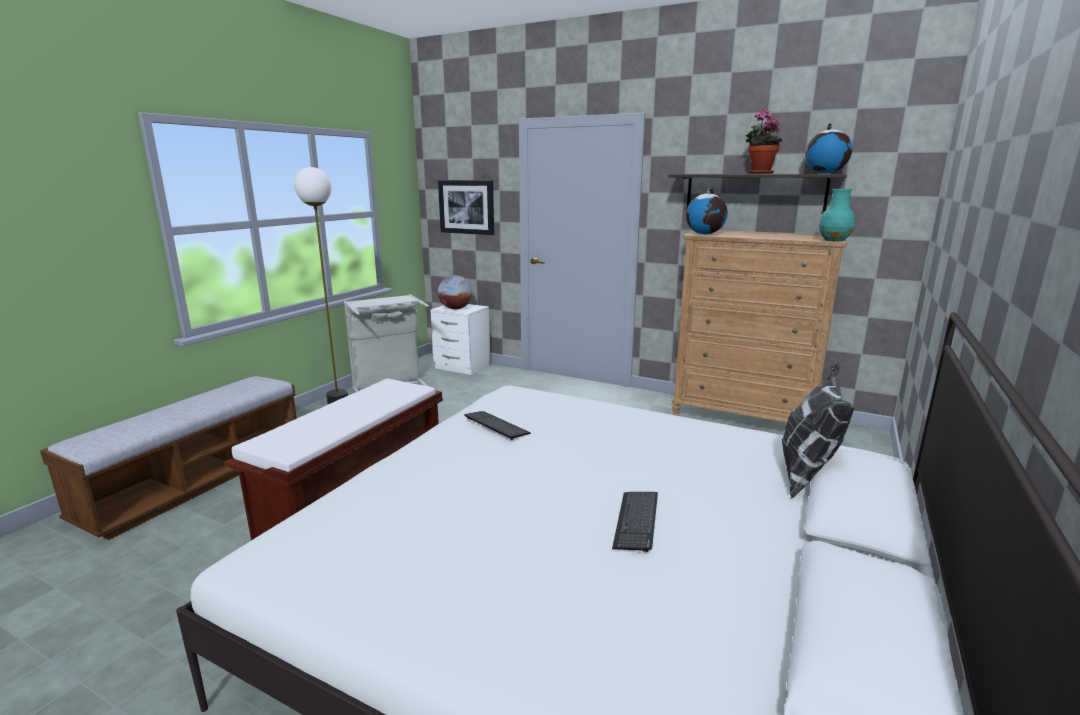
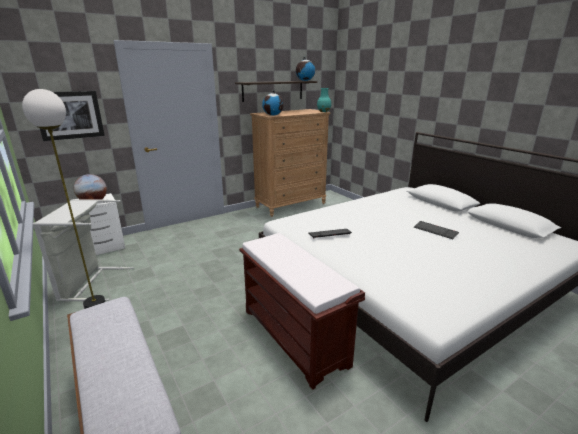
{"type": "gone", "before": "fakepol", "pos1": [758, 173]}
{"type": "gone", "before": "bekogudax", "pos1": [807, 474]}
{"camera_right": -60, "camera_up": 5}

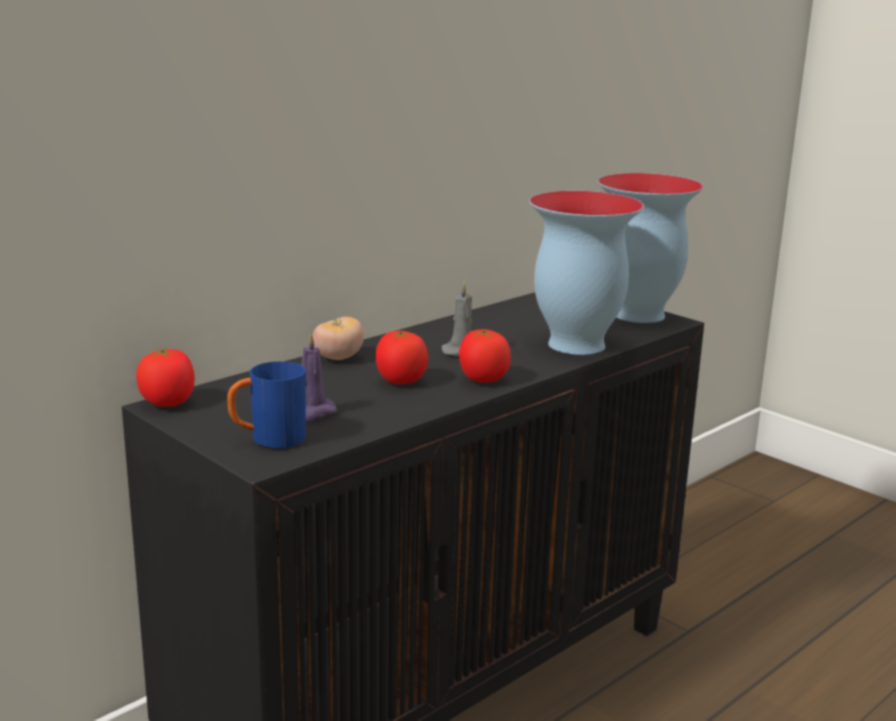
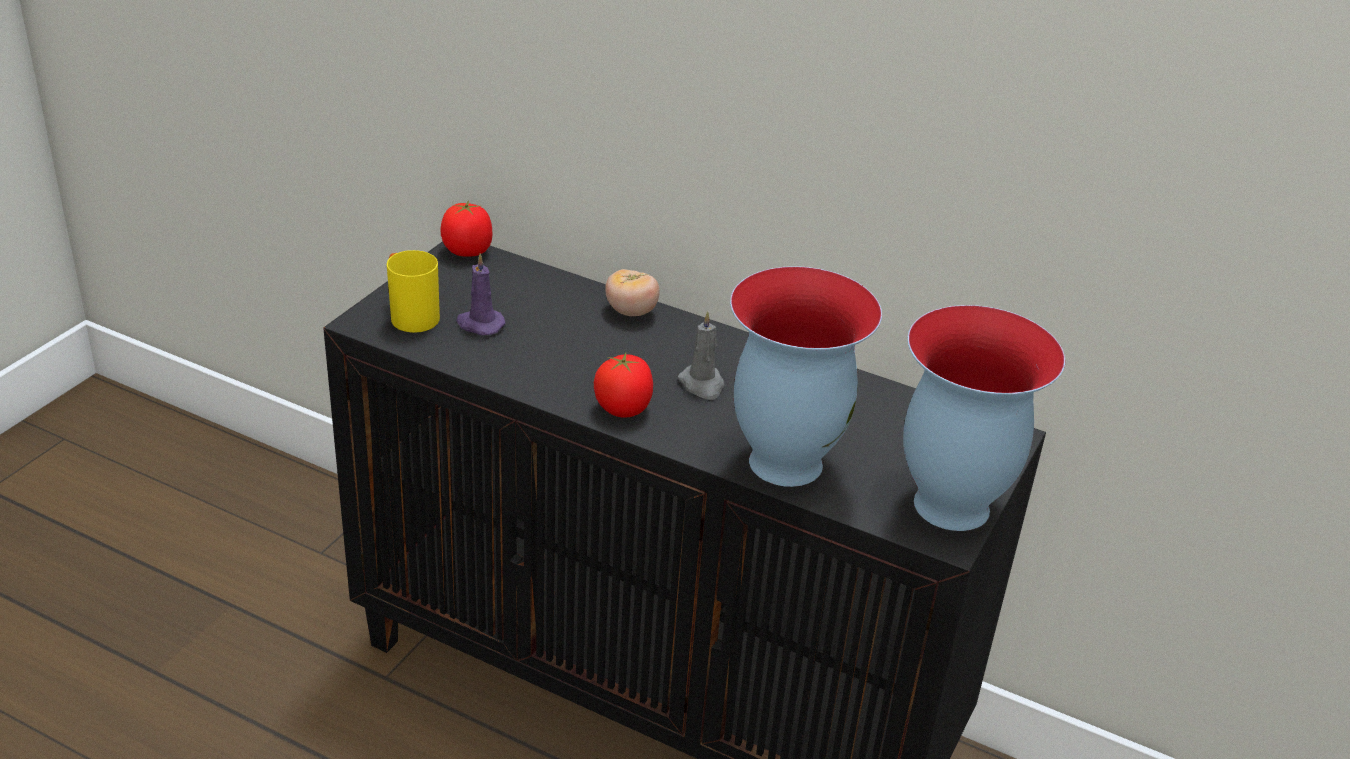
{"type": "gone", "before": "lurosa", "pos1": [400, 381]}
{"type": "repainted", "before": "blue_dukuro", "after": "yellow_dukuro", "pos1": [268, 440], "pos2": [409, 315]}
{"camera_right": 70, "camera_up": 15}

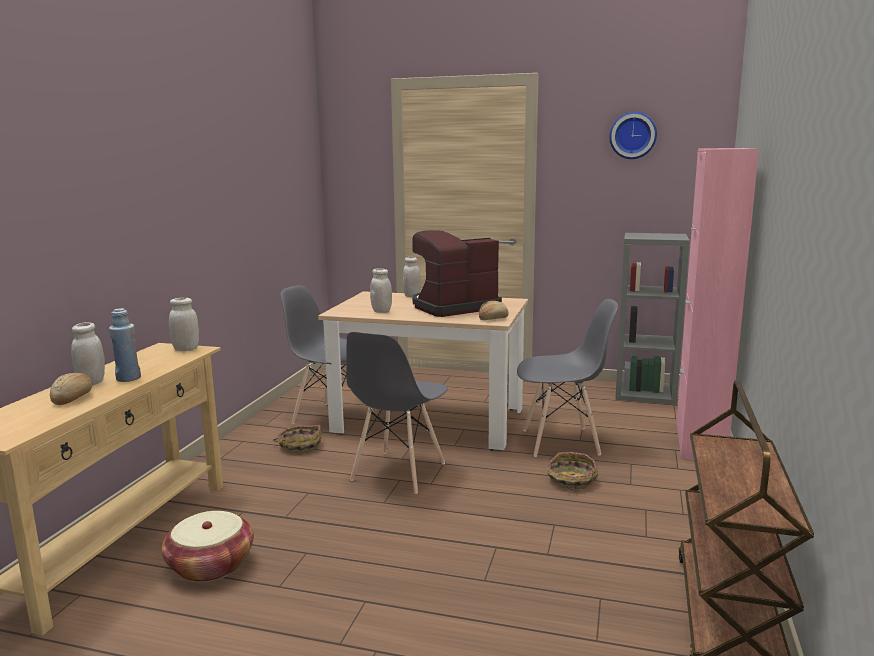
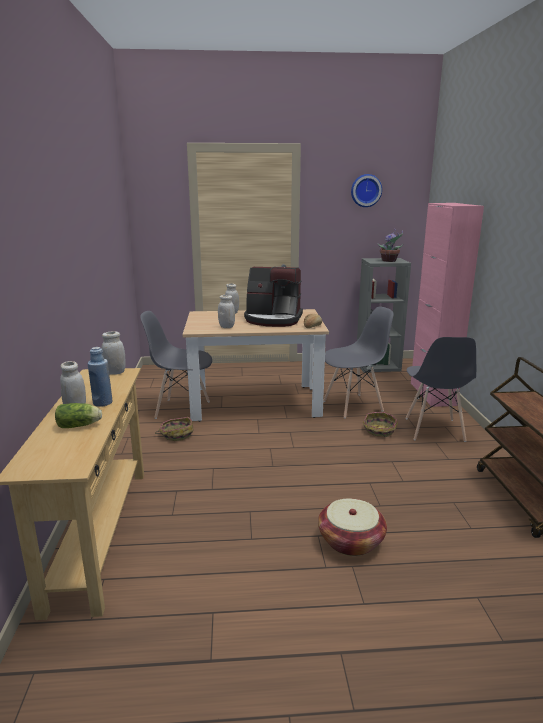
{"type": "new", "after": "fakepol", "pos2": [390, 261]}
{"type": "shifted", "before": "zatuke", "pos1": [210, 565], "pos2": [351, 541]}
{"type": "shifted", "before": "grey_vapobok", "pos1": [398, 472], "pos2": [434, 430]}
{"type": "swapped", "before": "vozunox", "after": "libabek", "pos1": [74, 398], "pos2": [80, 425]}
{"type": "rotated", "before": "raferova", "pos1": [453, 307], "pos2": [273, 319], "turn": -120}
{"camera_right": -20, "camera_up": 5}

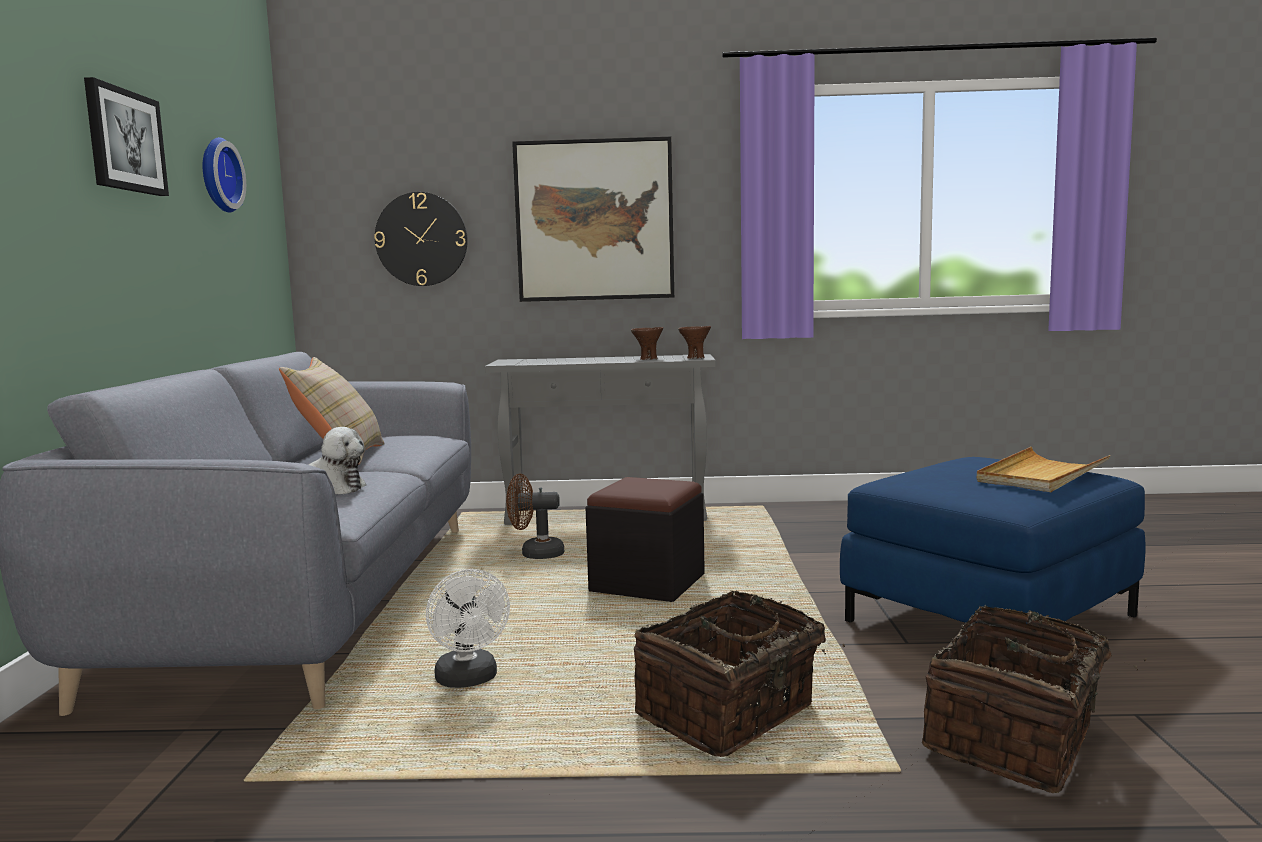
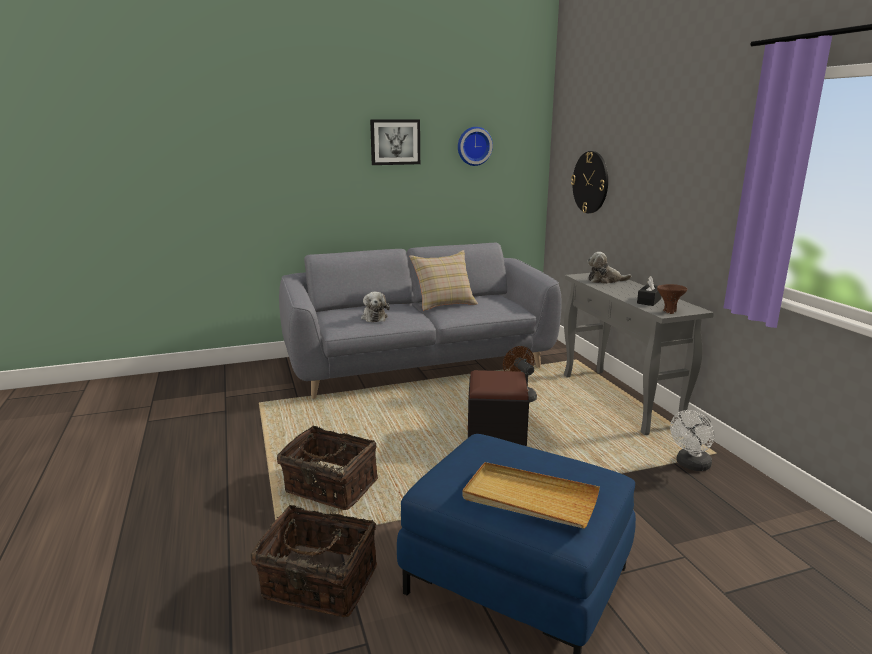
{"type": "gone", "before": "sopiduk", "pos1": [594, 220]}
{"type": "new", "after": "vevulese", "pos2": [605, 280]}
{"type": "shifted", "before": "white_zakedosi", "pos1": [469, 680], "pos2": [691, 465]}
{"type": "swapped", "before": "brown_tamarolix", "after": "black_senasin", "pos1": [648, 359], "pos2": [649, 301]}
{"camera_right": 70, "camera_up": 10}

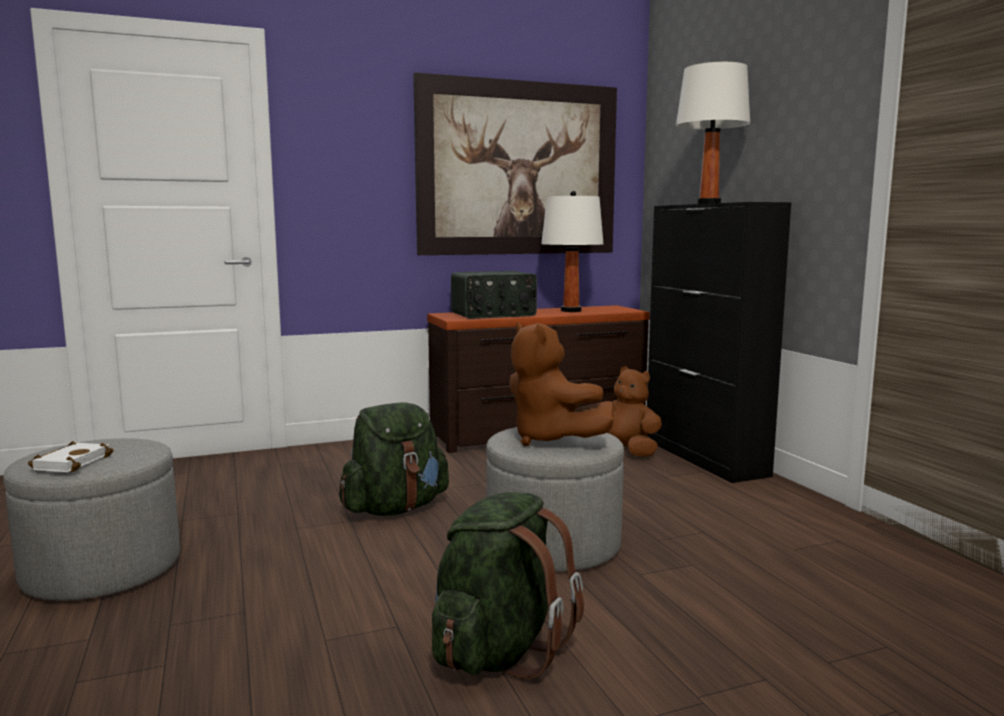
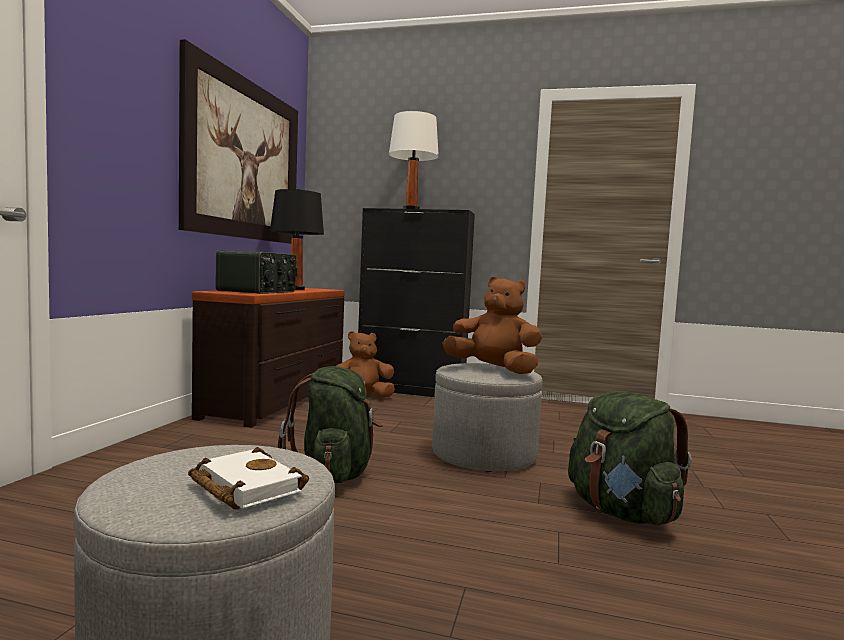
{"type": "repainted", "before": "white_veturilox", "after": "black_veturilox", "pos1": [571, 311], "pos2": [295, 289]}
{"type": "rotated", "before": "brown_vevulese", "pos1": [550, 439], "pos2": [493, 370], "turn": -150}
{"camera_right": -55, "camera_up": -5}

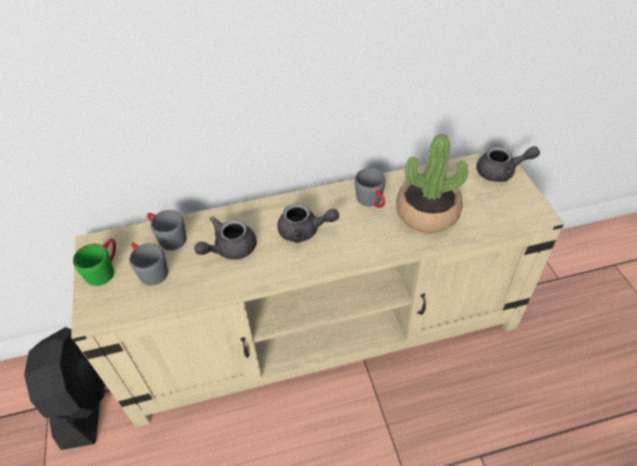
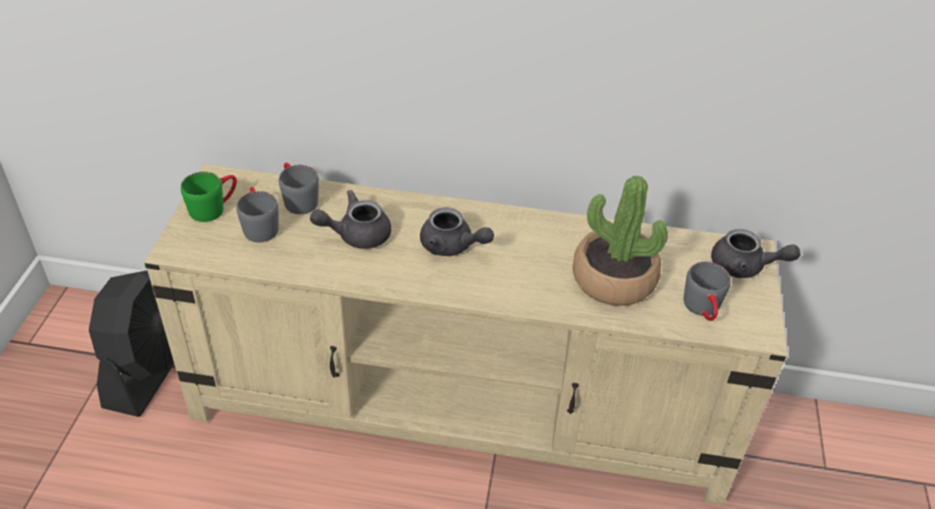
{"type": "shifted", "before": "grey_dukuro", "pos1": [372, 201], "pos2": [703, 310]}
{"camera_right": 20, "camera_up": -5}

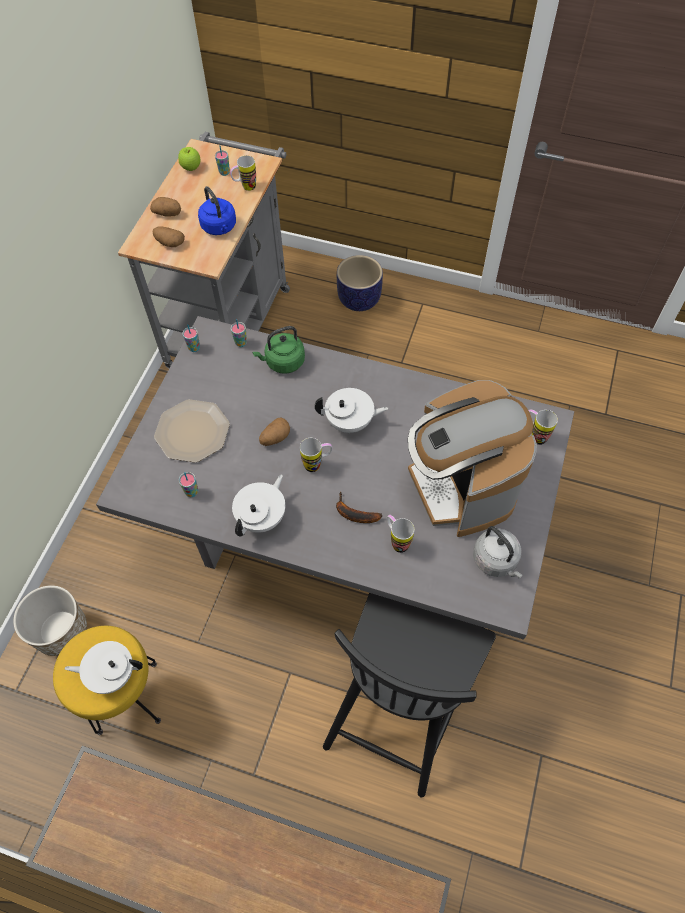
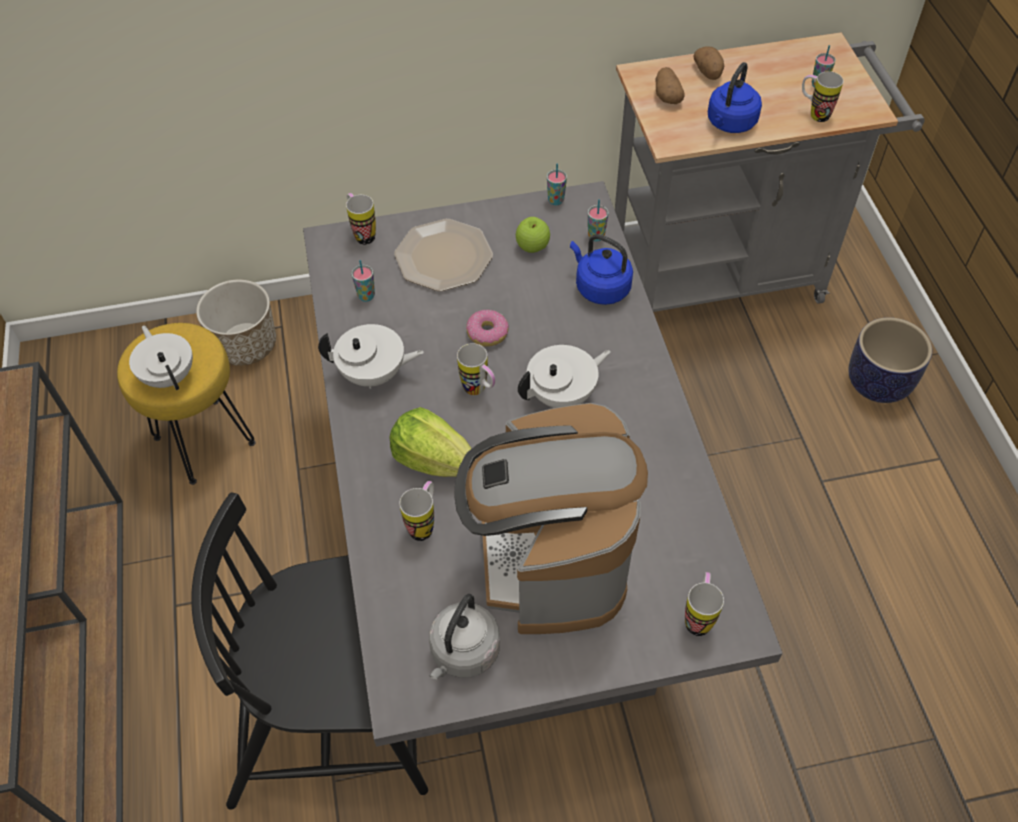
{"type": "new", "after": "dukuro", "pos2": [362, 234]}
{"type": "shifted", "before": "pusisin", "pos1": [191, 168], "pos2": [532, 247]}
{"type": "swapped", "before": "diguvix", "after": "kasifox", "pos1": [275, 438], "pos2": [488, 333]}
{"type": "swapped", "before": "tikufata", "after": "libabek", "pos1": [353, 514], "pos2": [434, 460]}
{"type": "repainted", "before": "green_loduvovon", "after": "blue_loduvovon", "pos1": [283, 362], "pos2": [600, 287]}
{"type": "rotated", "before": "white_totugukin", "pos1": [350, 422], "pos2": [562, 395], "turn": -90}
{"type": "rotated", "before": "raferova", "pos1": [460, 486], "pos2": [551, 559], "turn": -45}
{"camera_right": 60, "camera_up": -5}

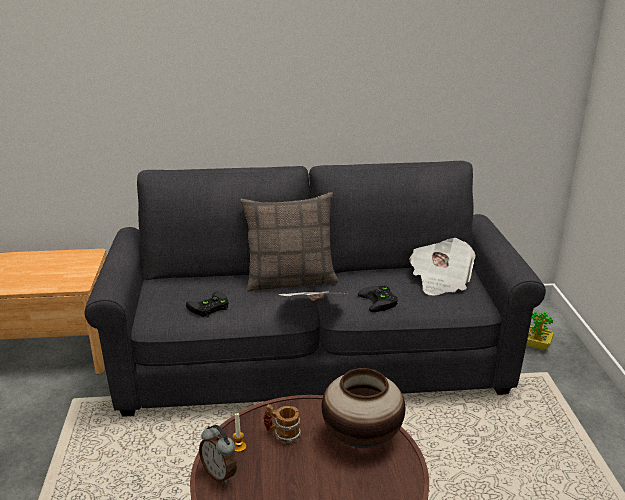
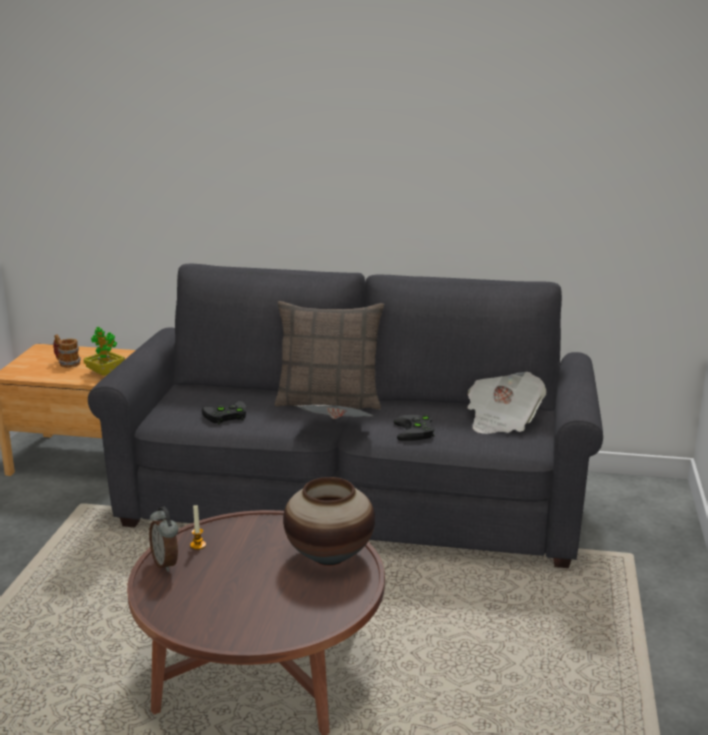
{"type": "shifted", "before": "dukuro", "pos1": [282, 435], "pos2": [66, 363]}
{"type": "shifted", "before": "fakepol", "pos1": [536, 345], "pos2": [105, 372]}
{"camera_right": 15, "camera_up": -5}

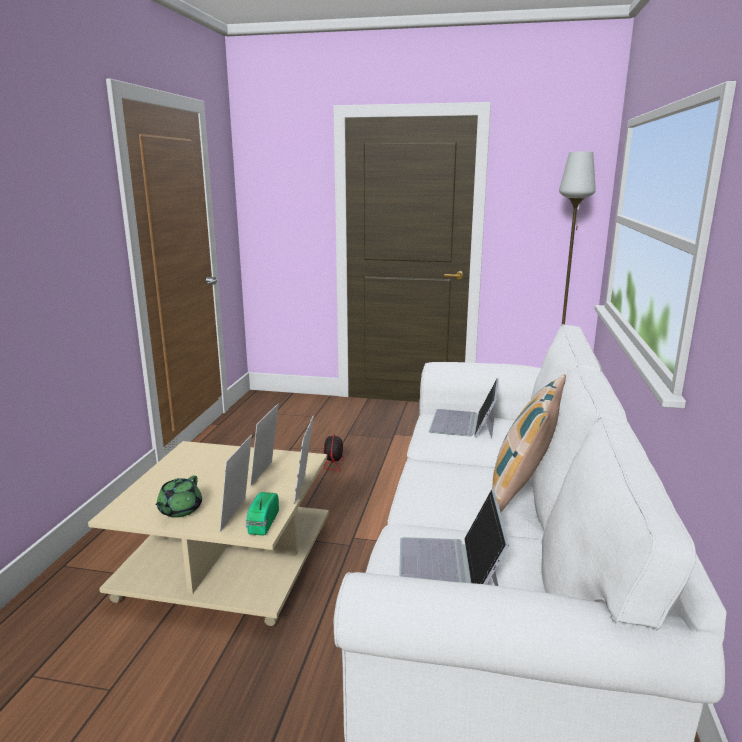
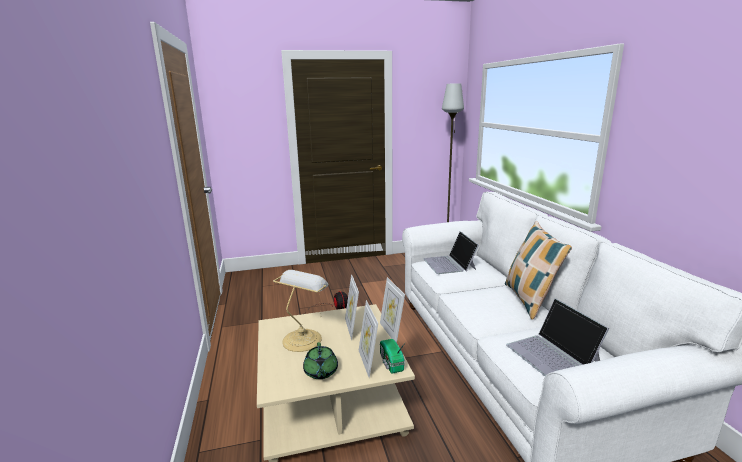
{"type": "new", "after": "veturilox", "pos2": [303, 339]}
{"camera_right": -25, "camera_up": 0}

